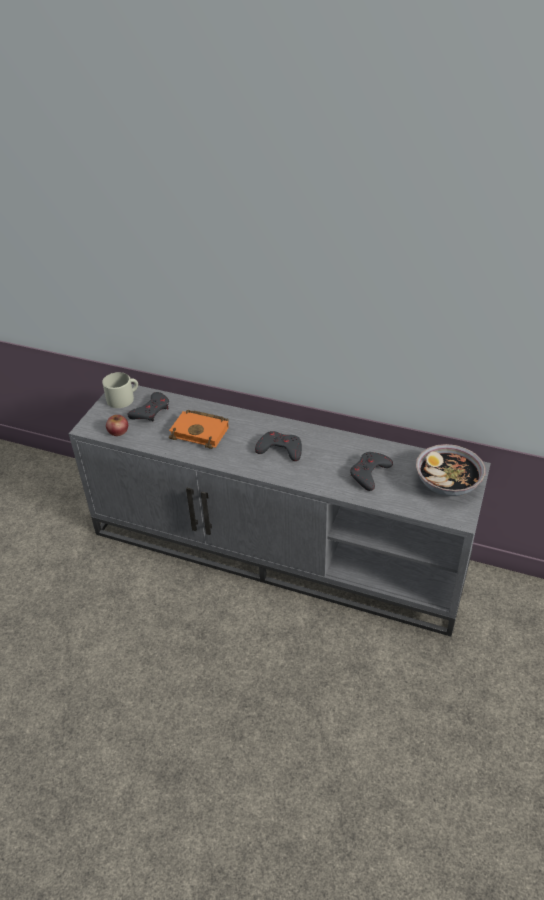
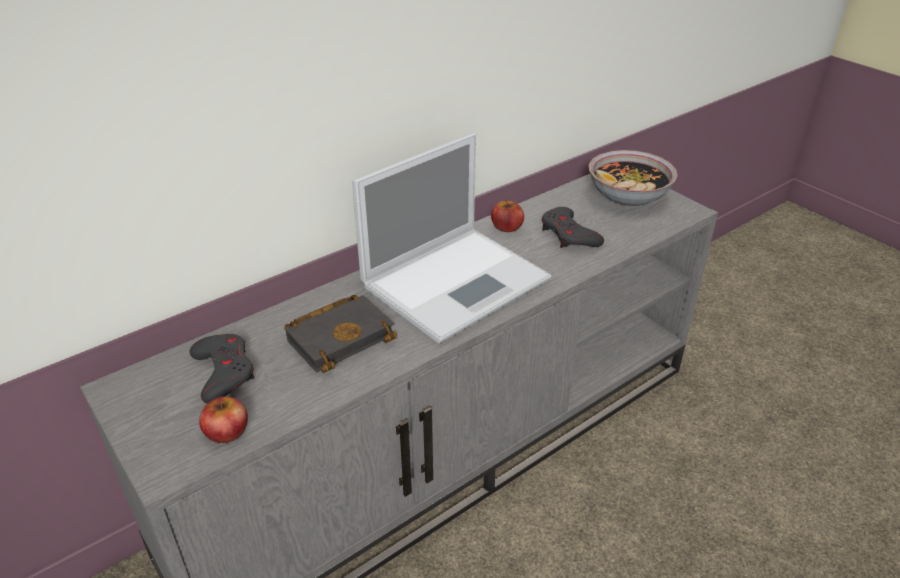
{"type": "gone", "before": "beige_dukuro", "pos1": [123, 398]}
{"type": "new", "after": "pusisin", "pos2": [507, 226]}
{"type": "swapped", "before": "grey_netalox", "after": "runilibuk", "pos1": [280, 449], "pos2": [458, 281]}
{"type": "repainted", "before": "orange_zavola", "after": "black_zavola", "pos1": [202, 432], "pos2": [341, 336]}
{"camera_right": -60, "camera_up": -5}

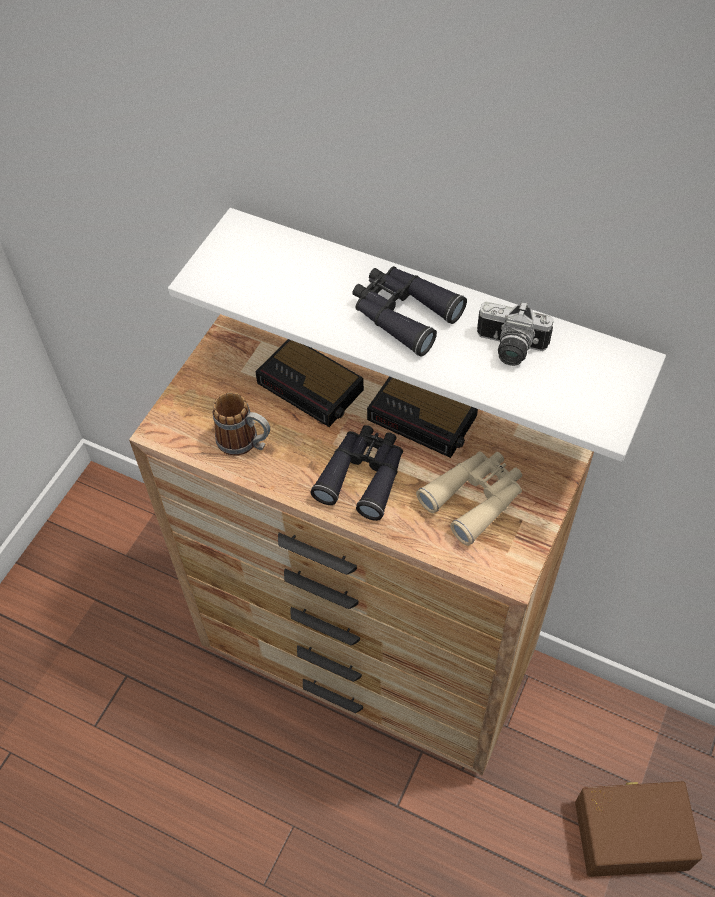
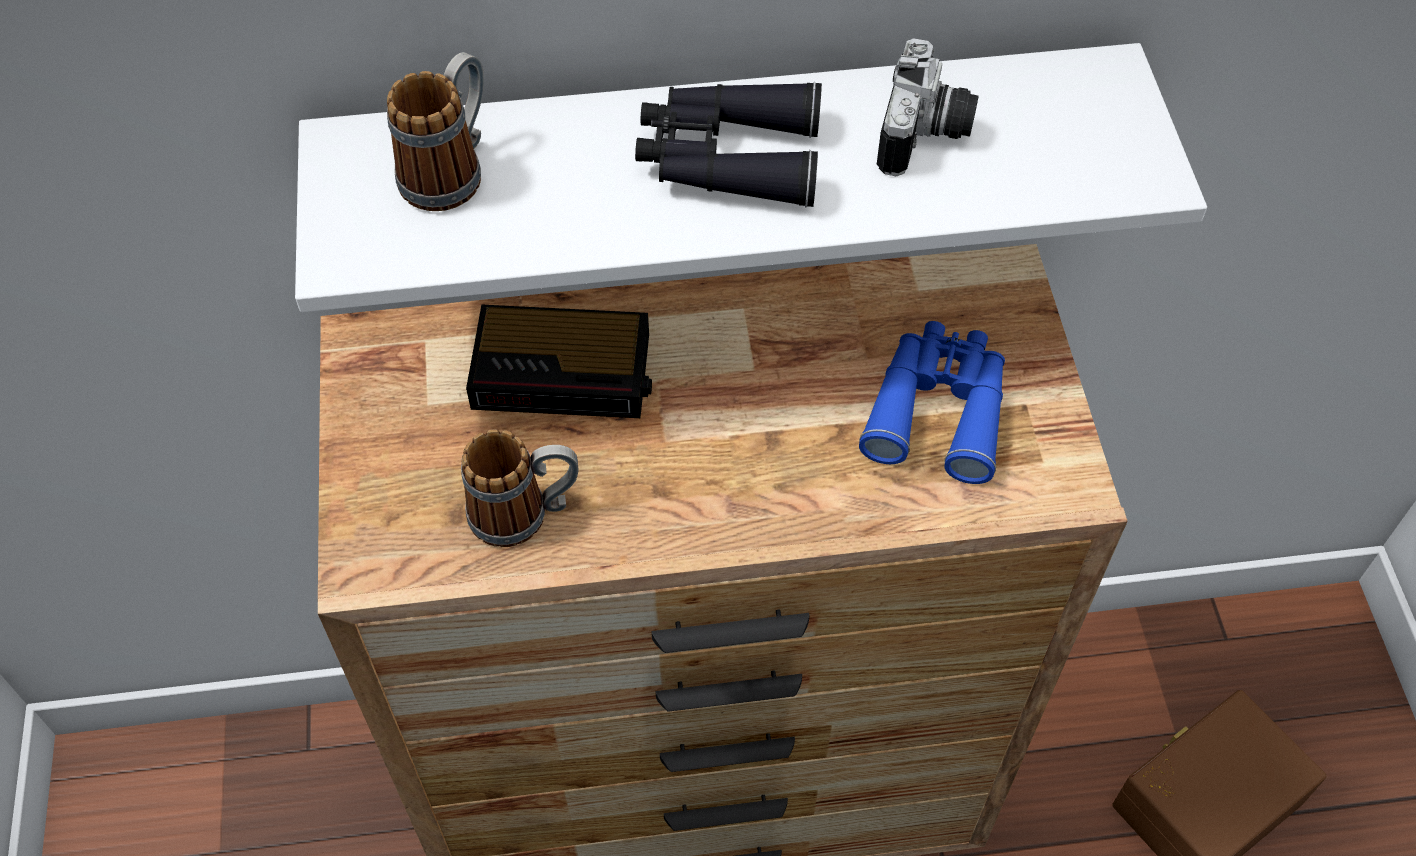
{"type": "gone", "before": "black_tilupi", "pos1": [363, 475]}
{"type": "gone", "before": "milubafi", "pos1": [424, 419]}
{"type": "new", "after": "dukuro", "pos2": [452, 170]}
{"type": "repainted", "before": "beige_tilupi", "after": "blue_tilupi", "pos1": [475, 498], "pos2": [938, 409]}
{"type": "rotated", "before": "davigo", "pos1": [509, 349], "pos2": [927, 135], "turn": -60}
{"camera_right": -35, "camera_up": 0}

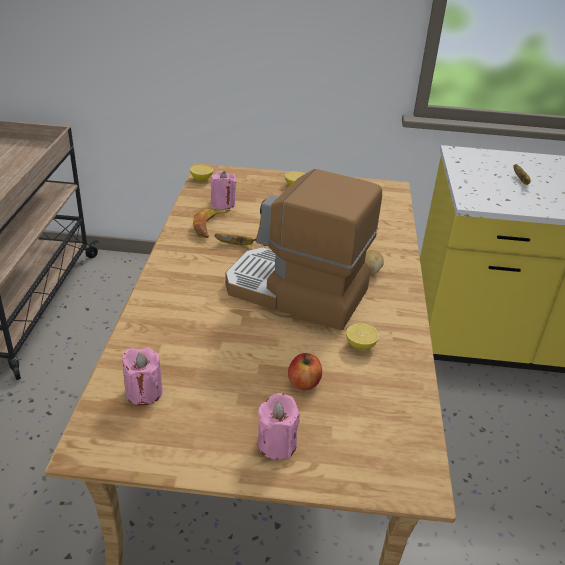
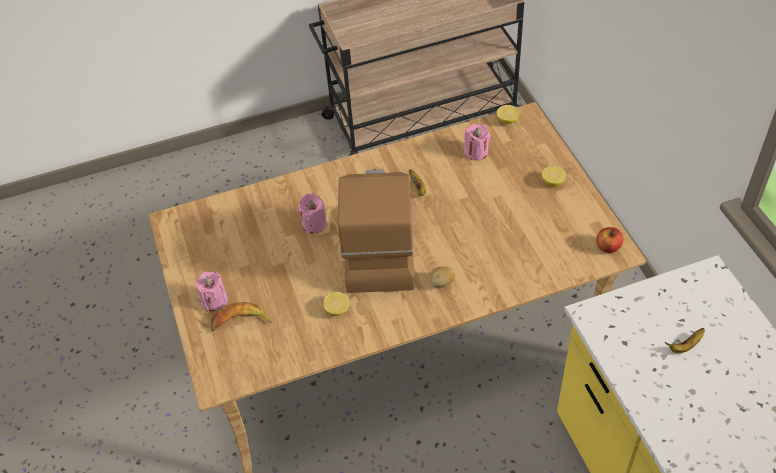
{"type": "shifted", "before": "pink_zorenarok", "pos1": [144, 392], "pos2": [314, 224]}
{"type": "shifted", "before": "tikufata", "pos1": [210, 226], "pos2": [240, 322]}
{"type": "shifted", "before": "pusisin", "pos1": [304, 383], "pos2": [608, 247]}
{"camera_right": 70, "camera_up": 15}

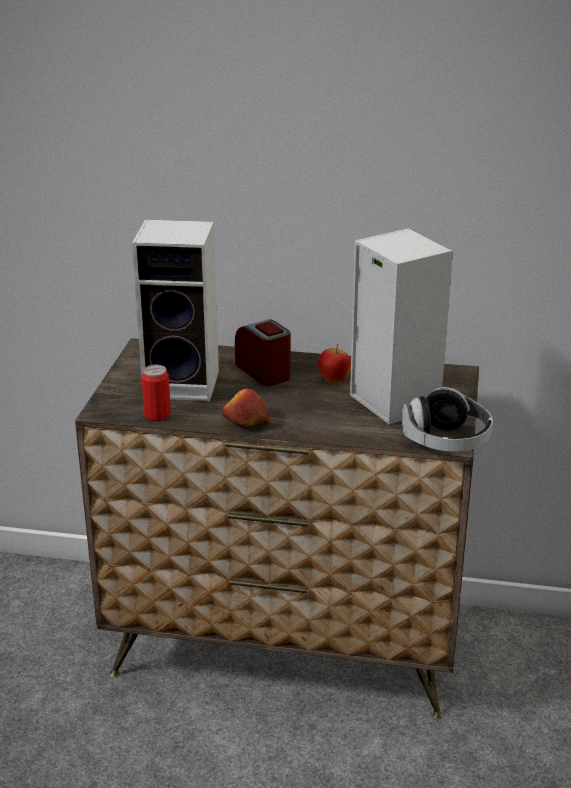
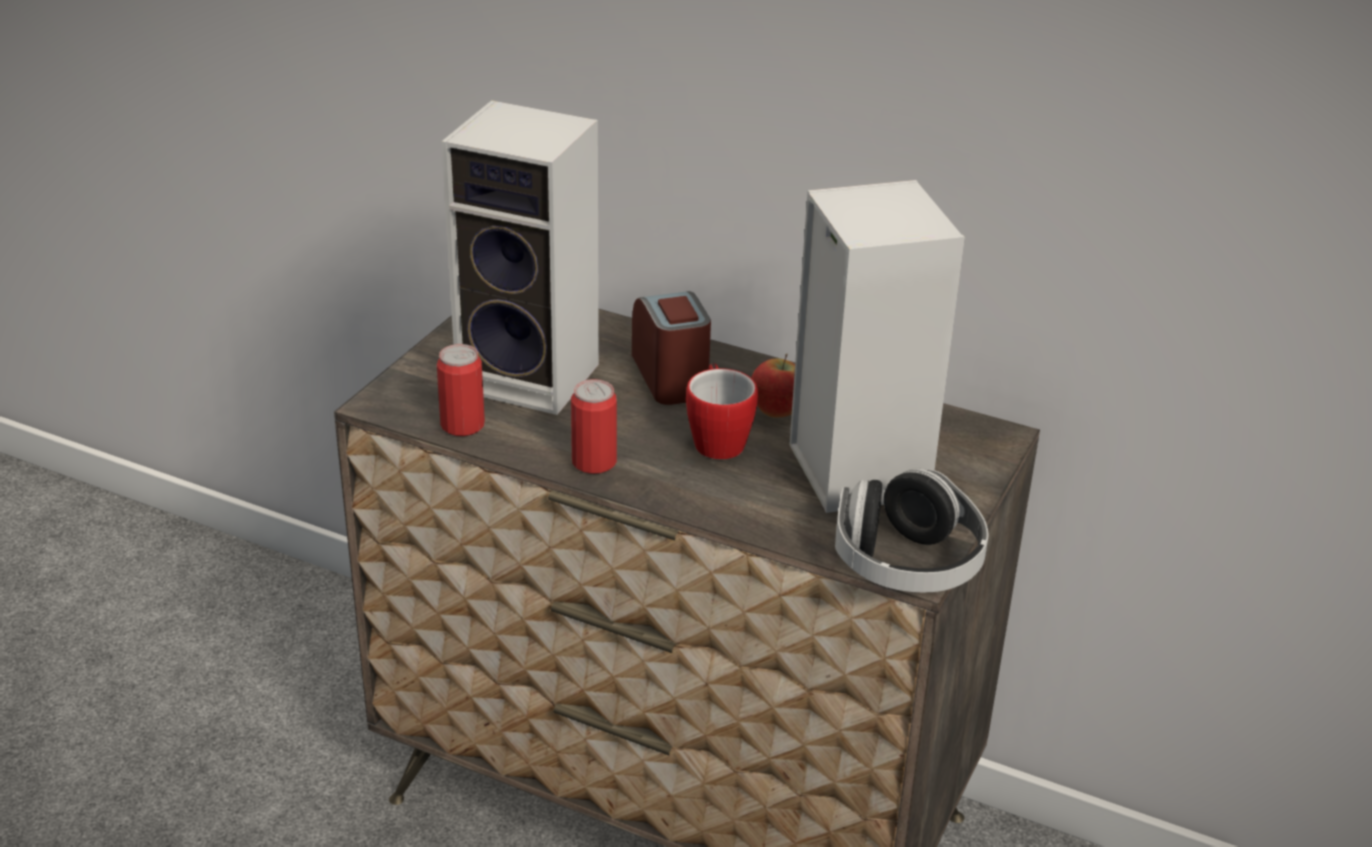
{"type": "new", "after": "dukuro", "pos2": [717, 439]}
{"type": "swapped", "before": "pusisin", "after": "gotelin", "pos1": [245, 421], "pos2": [594, 462]}
{"camera_right": 15, "camera_up": 5}

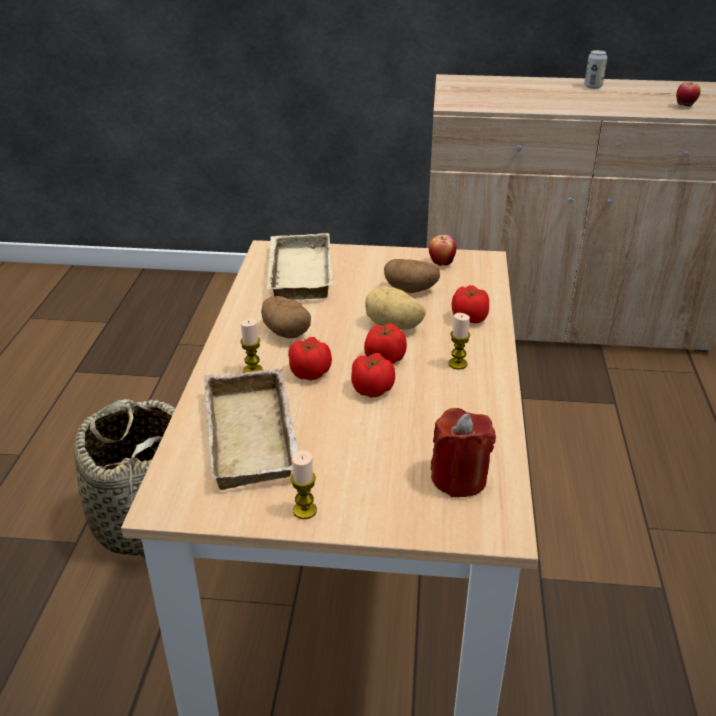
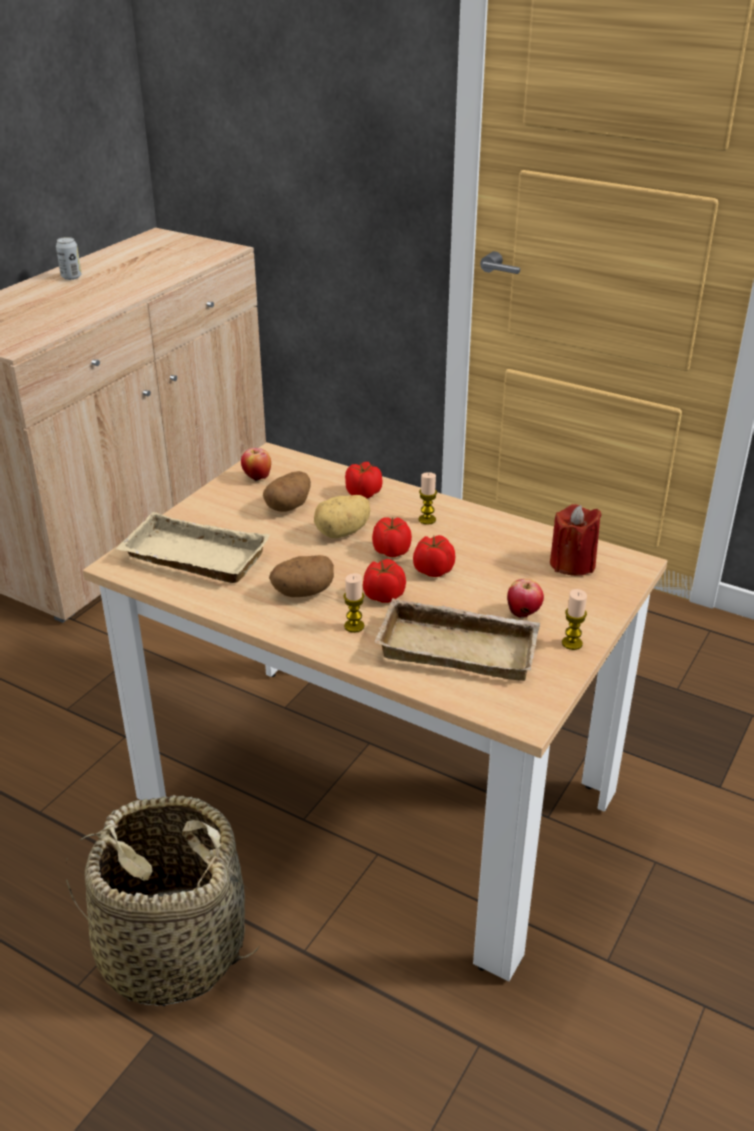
{"type": "shifted", "before": "pusisin", "pos1": [685, 106], "pos2": [523, 614]}
{"camera_right": -65, "camera_up": 0}

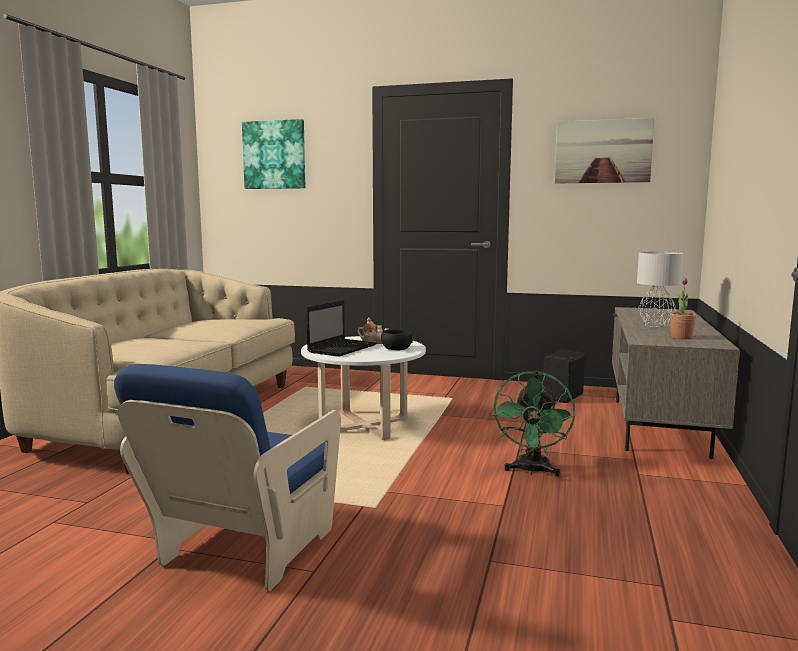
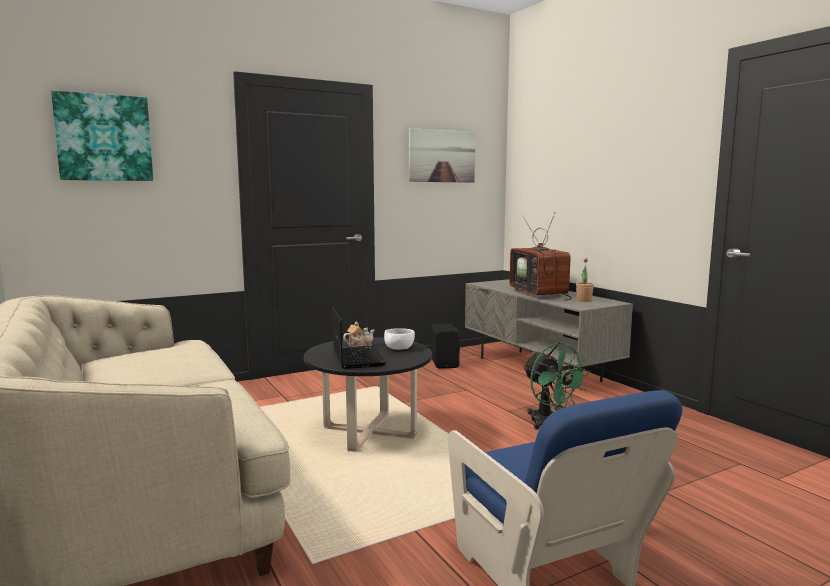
{"type": "swapped", "before": "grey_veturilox", "after": "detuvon", "pos1": [656, 325], "pos2": [541, 294]}
{"type": "repainted", "before": "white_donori", "after": "black_donori", "pos1": [364, 426], "pos2": [369, 433]}
{"type": "repainted", "before": "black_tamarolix", "after": "white_tamarolix", "pos1": [396, 349], "pos2": [399, 347]}
{"camera_right": -45, "camera_up": 0}

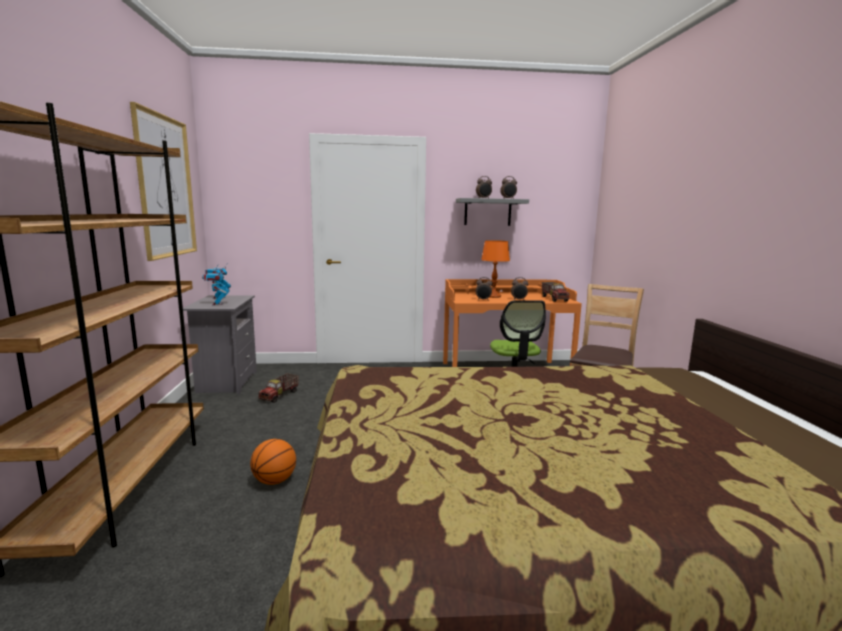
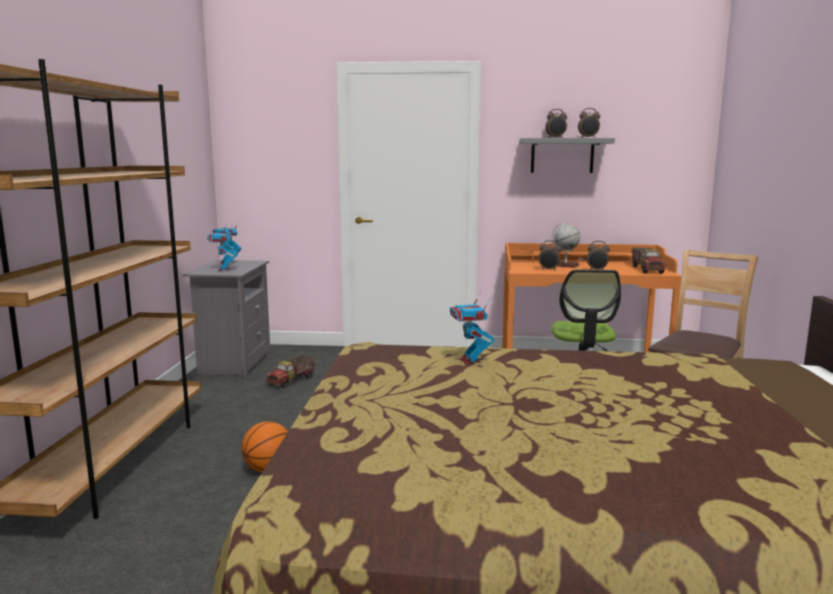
{"type": "gone", "before": "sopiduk", "pos1": [166, 187]}
{"type": "new", "after": "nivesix", "pos2": [470, 361]}
{"type": "swapped", "before": "orange_veturilox", "after": "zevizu", "pos1": [493, 296], "pos2": [565, 265]}
{"camera_right": 10, "camera_up": 0}

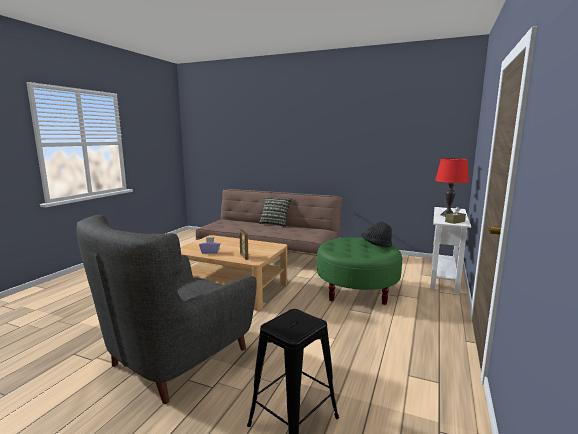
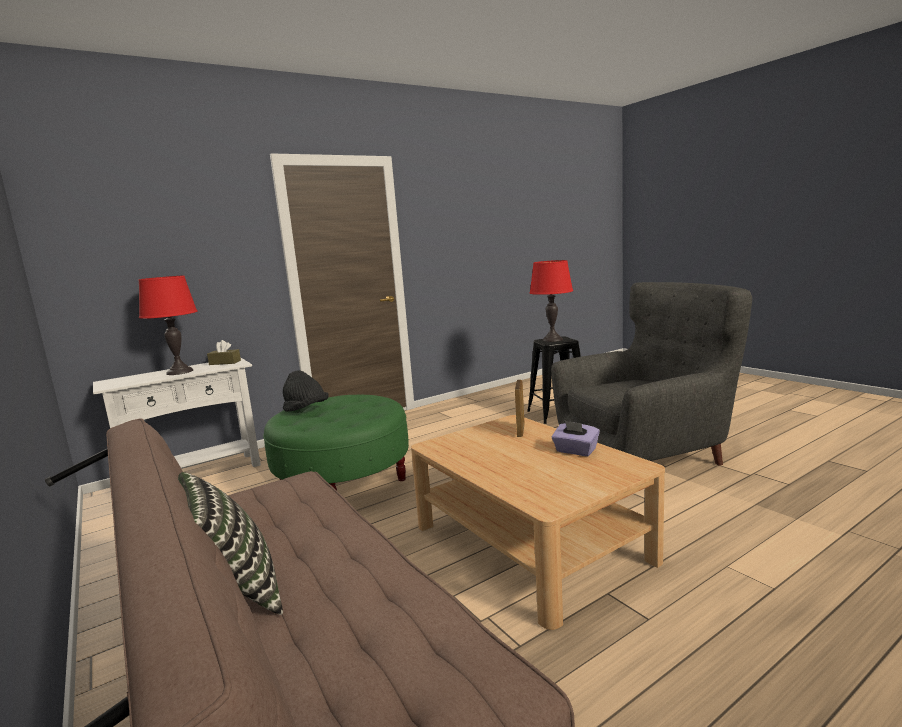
{"type": "new", "after": "red_veturilox", "pos2": [552, 339]}
{"camera_right": -145, "camera_up": 0}

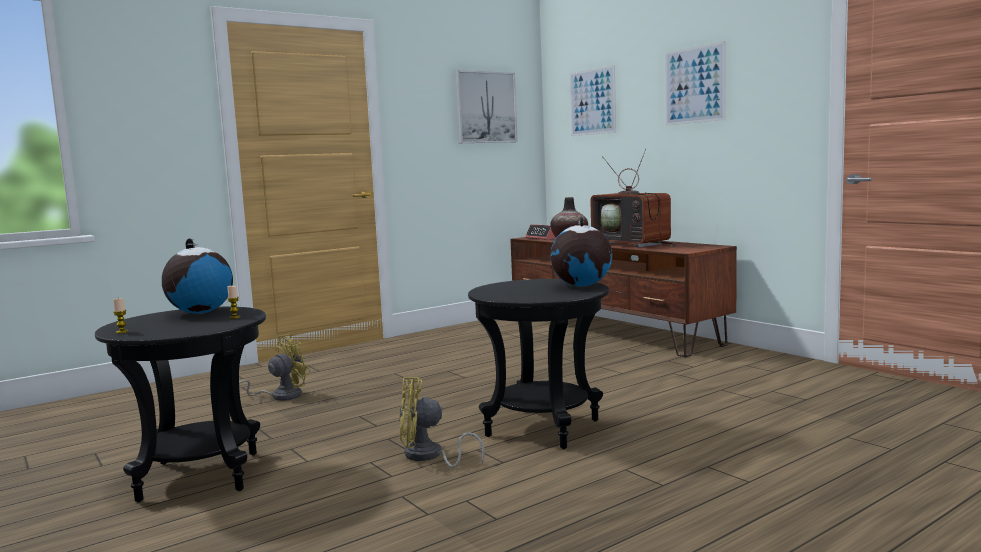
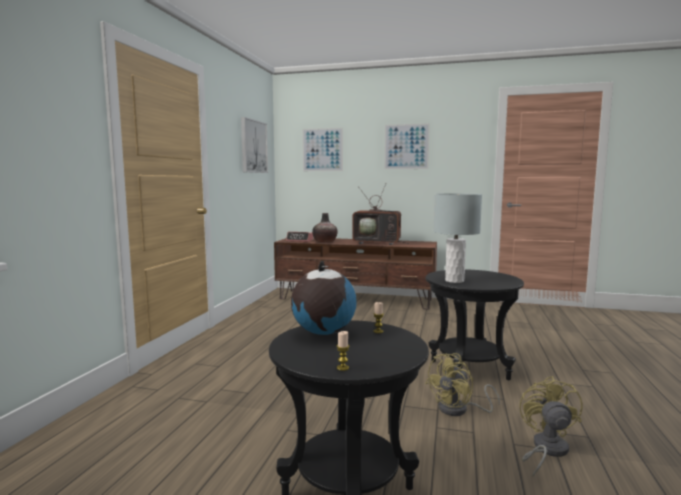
{"type": "gone", "before": "zevizu", "pos1": [581, 286]}
{"type": "new", "after": "grey_veturilox", "pos2": [454, 280]}
{"type": "shifted", "before": "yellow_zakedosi", "pos1": [280, 396], "pos2": [546, 450]}
{"camera_right": -40, "camera_up": 0}

